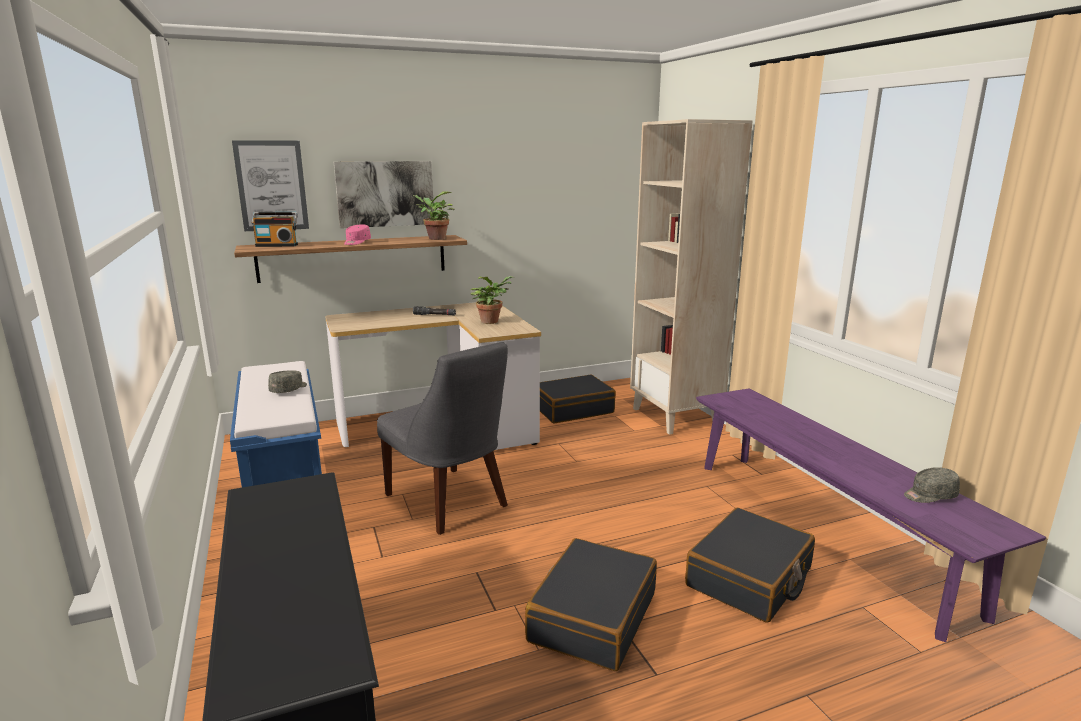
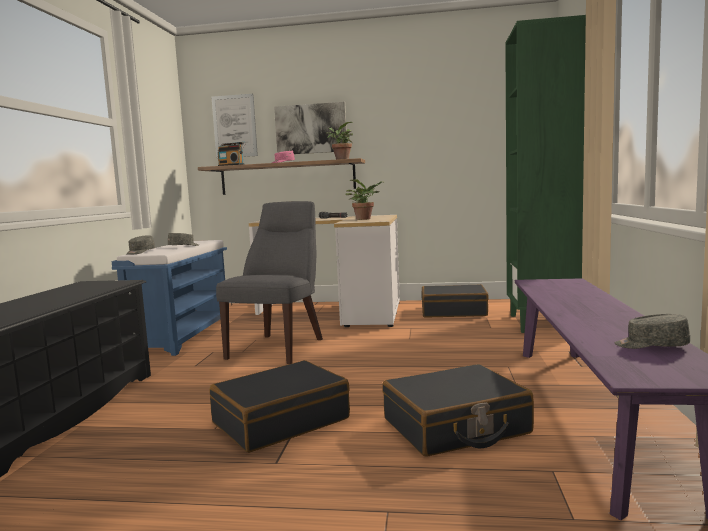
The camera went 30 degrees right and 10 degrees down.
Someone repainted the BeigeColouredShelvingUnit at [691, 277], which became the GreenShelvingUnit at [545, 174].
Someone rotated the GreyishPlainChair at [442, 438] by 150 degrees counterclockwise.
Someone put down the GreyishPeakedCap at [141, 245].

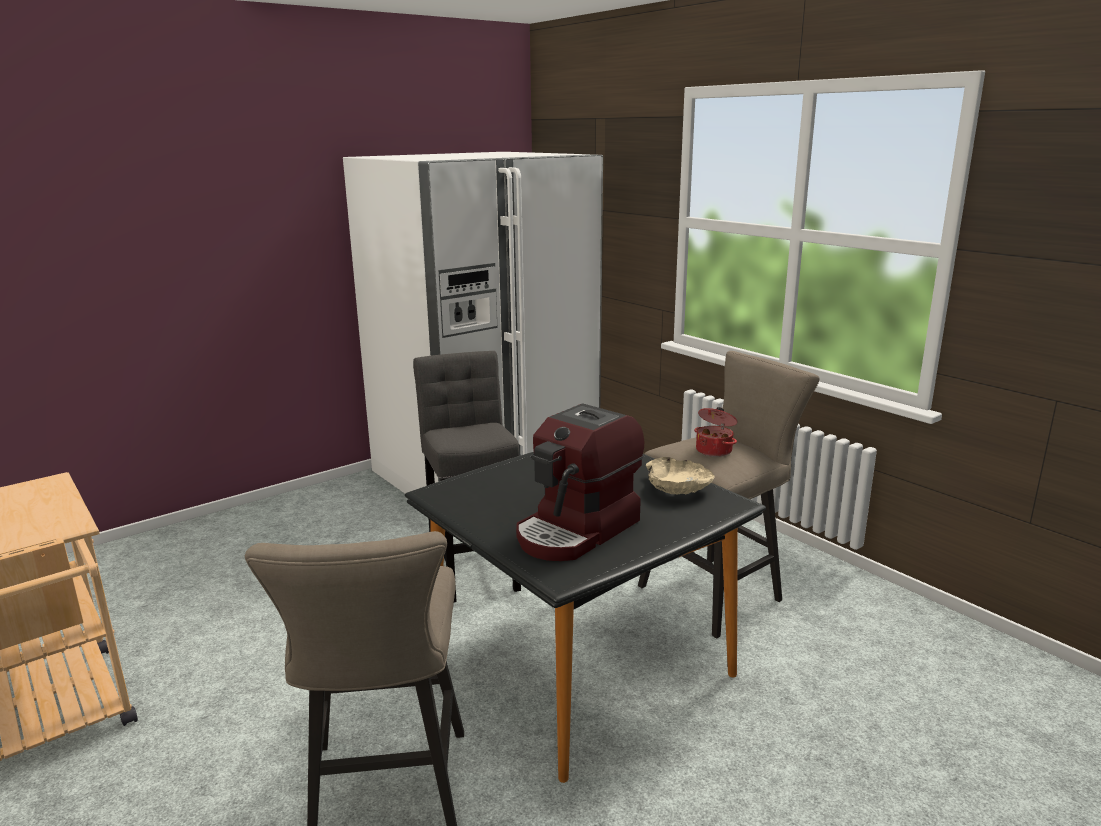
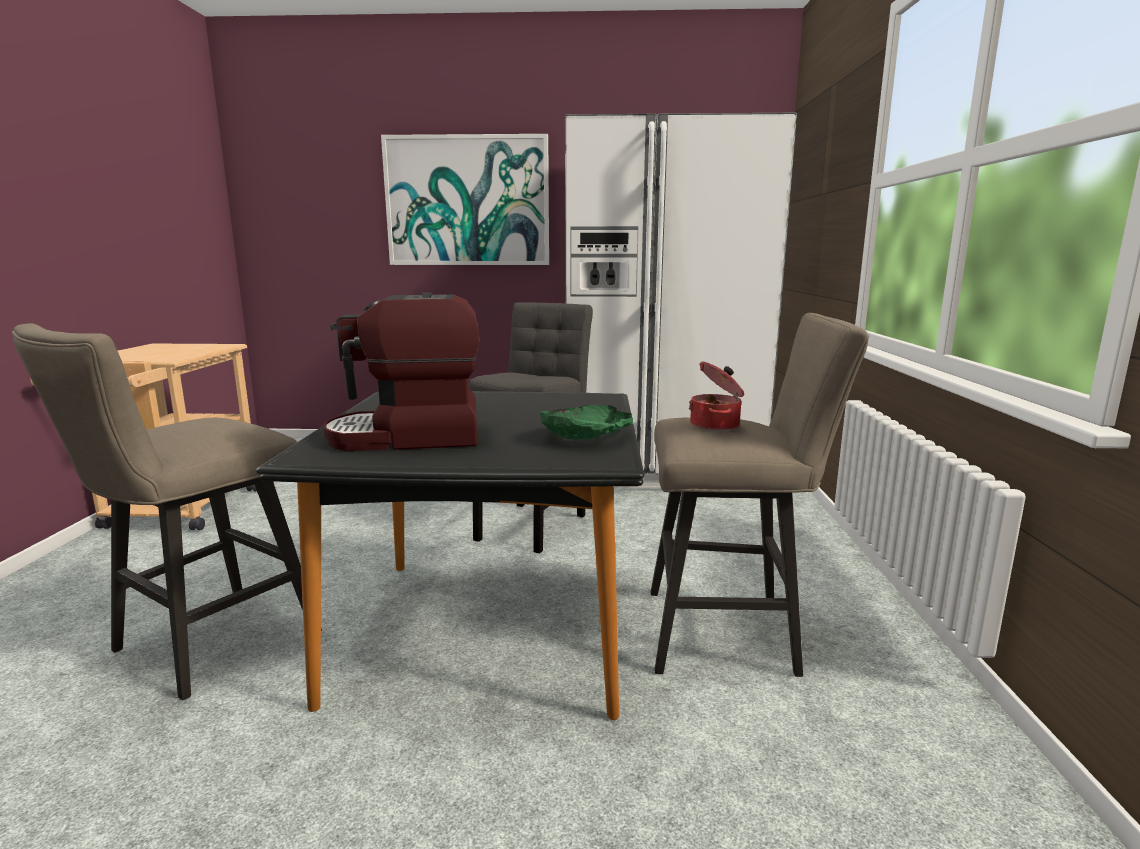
The camera went 40 degrees right and 5 degrees down.
Someone repainted the BeigeColouredServingBowl at [680, 476], which became the GreenServingBowl at [586, 422].
Someone put up the WallPicture at [465, 199].

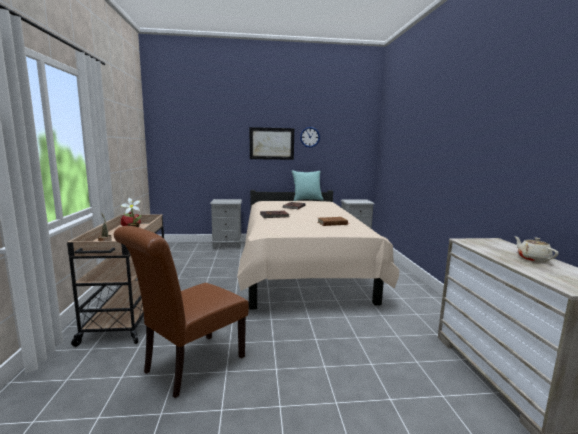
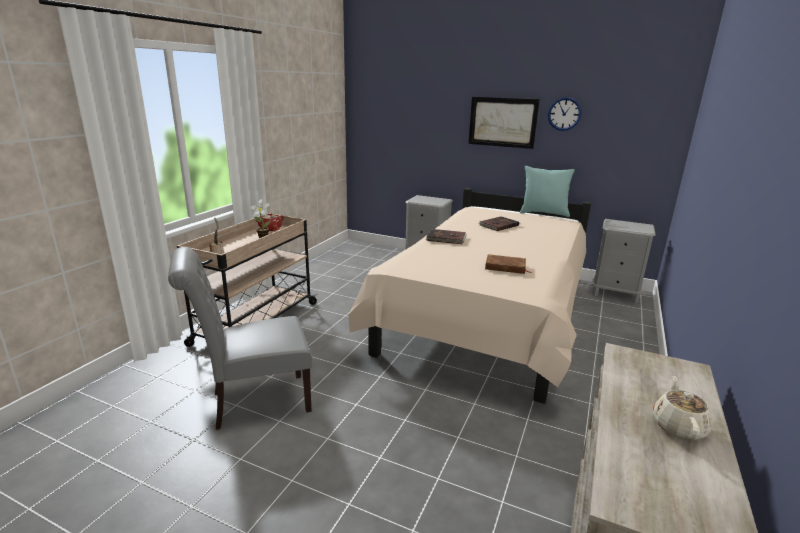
The camera went 30 degrees right and 10 degrees up.
Someone repainted the BrownColouredPlainChair at [181, 312], which became the GreyishPlainChair at [240, 338].

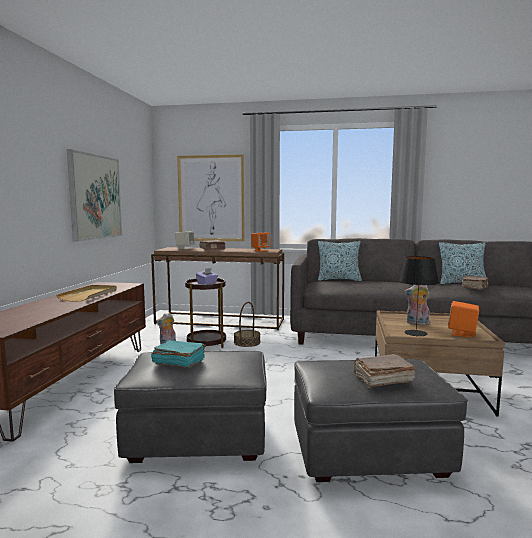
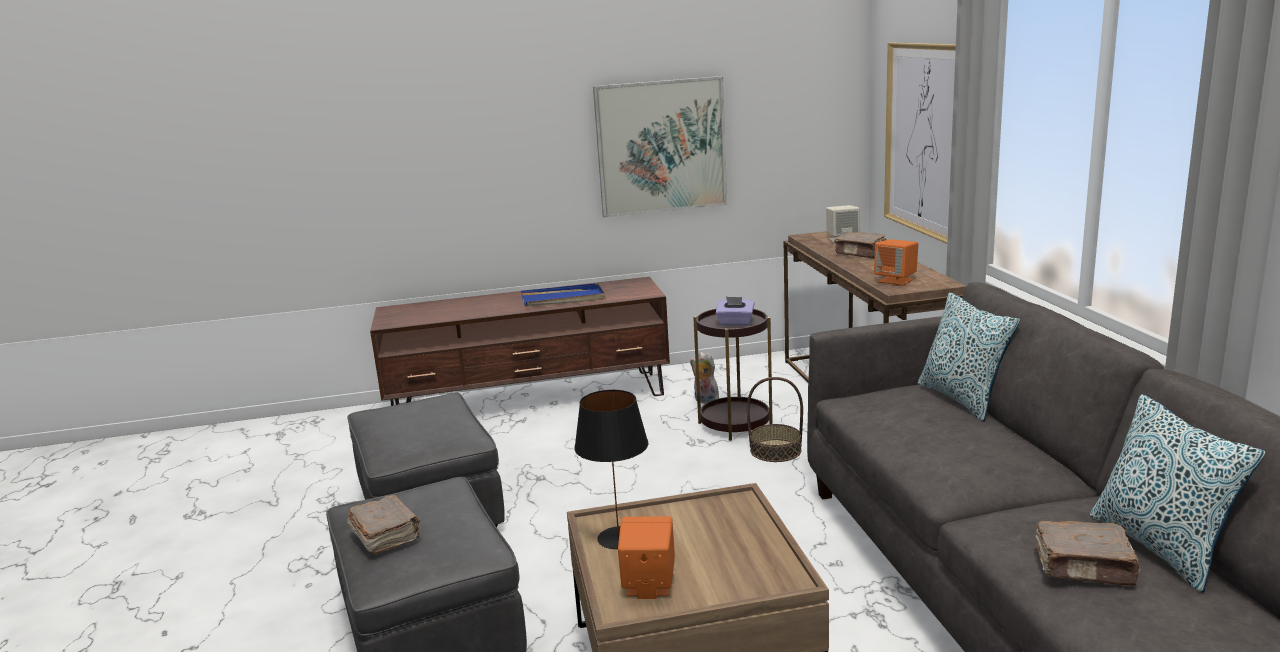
The camera went 70 degrees right and 10 degrees up.
Someone repainted the BeigeColouredServingTray at [86, 293], which became the BlueColouredServingTray at [563, 295].
Someone took away the PlushToy at [416, 305].
Someone took away the TurquoiseColouredVolume at [178, 354].

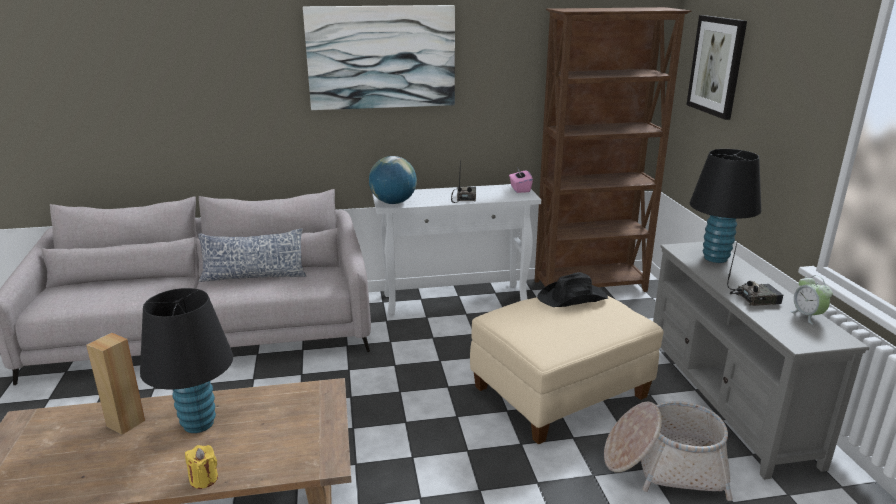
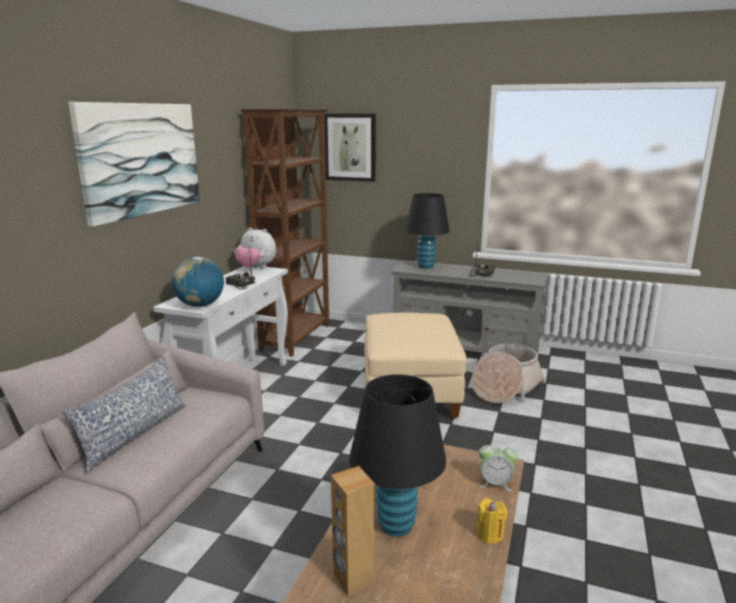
The camera went 60 degrees left and 5 degrees down.
Someone swapped the PinkTissueBox at [521, 180] for the PlushToy at [255, 248].
Someone took away the BlackHat at [572, 289].
Someone carried the TableClock from [811, 300] to [498, 466].

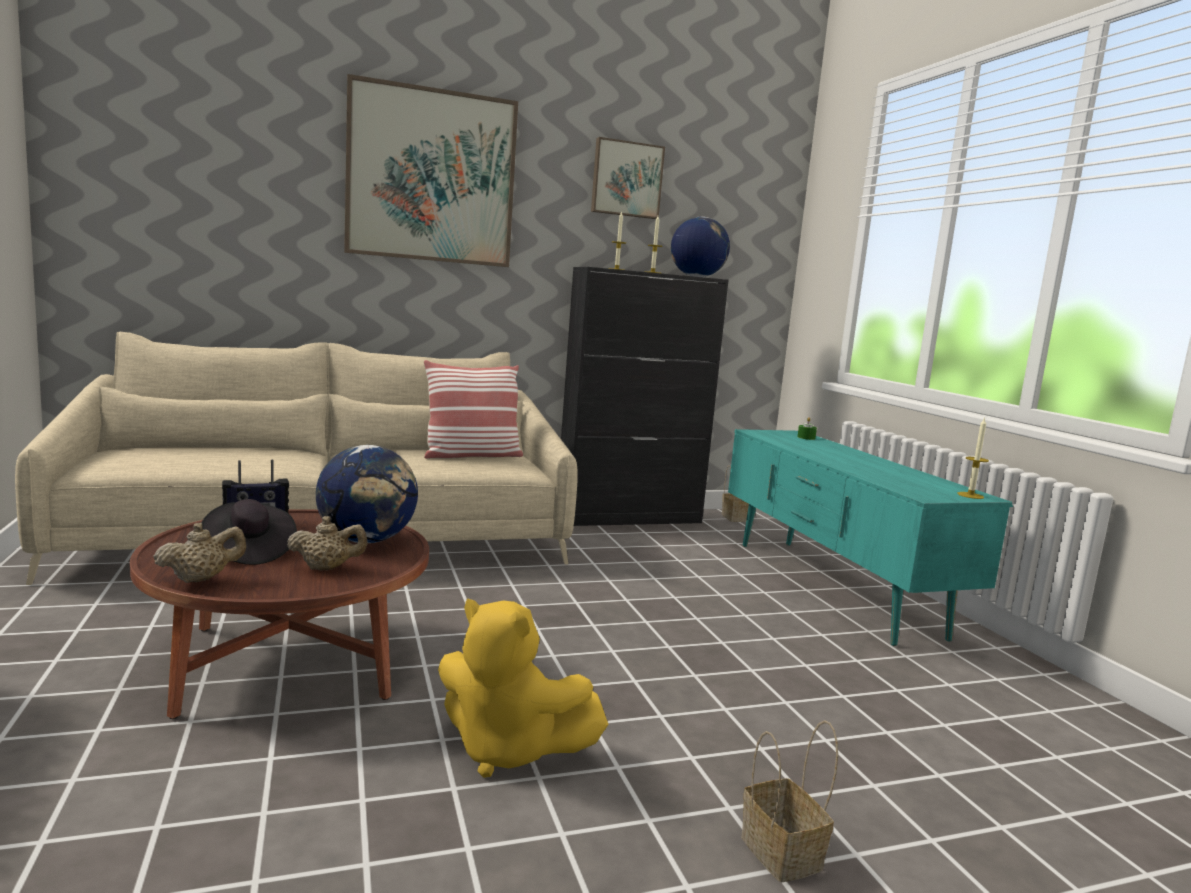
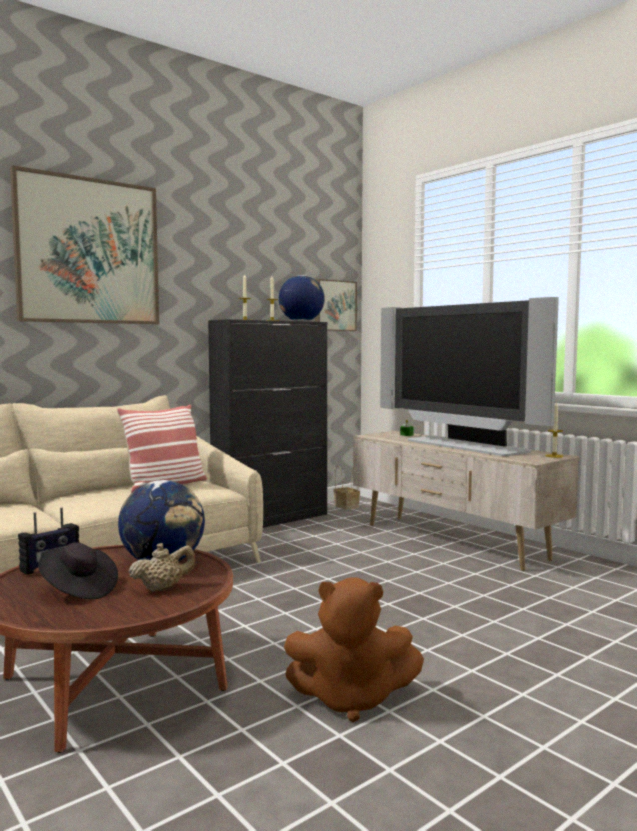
The camera went 20 degrees left and 5 degrees down.
Someone carried the WallPicture from [628, 178] to [336, 305].
Someone repainted the TurquoiseColouredTvUnit at [870, 537], which became the BeigeColouredTvUnit at [466, 501].
Someone took away the BeigeColouredTeaPot at [199, 553].
Someone repainted the YellowishPlushToy at [523, 688], which became the BrownColouredPlushToy at [354, 649].
Someone took away the Basket at [789, 801].
Someone put down the Tv at [469, 376].

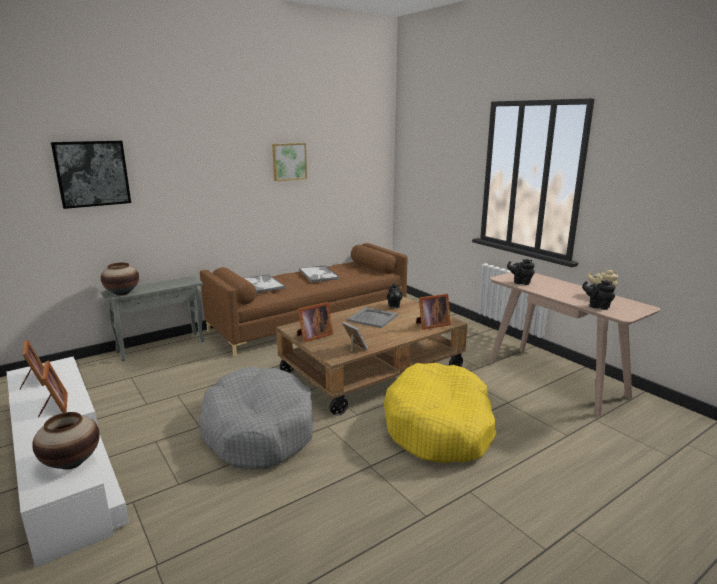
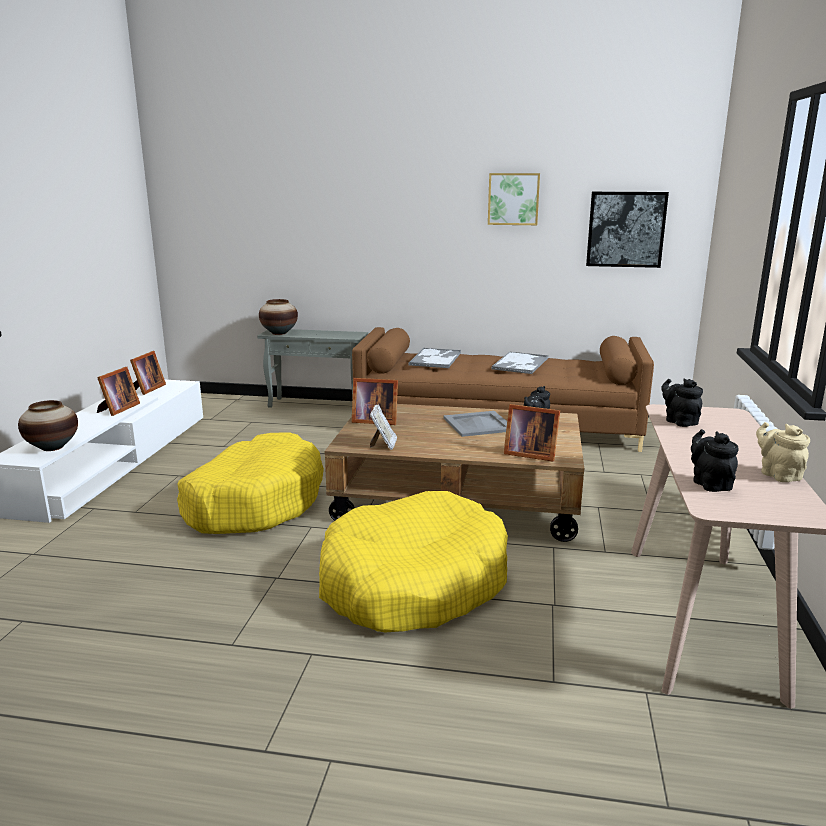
The camera went 45 degrees right and 0 degrees up.
Someone carried the WallPicture from [91, 175] to [627, 230].
Someone repainted the GreyishDogBed at [256, 418], which became the YellowishDogBed at [250, 483].

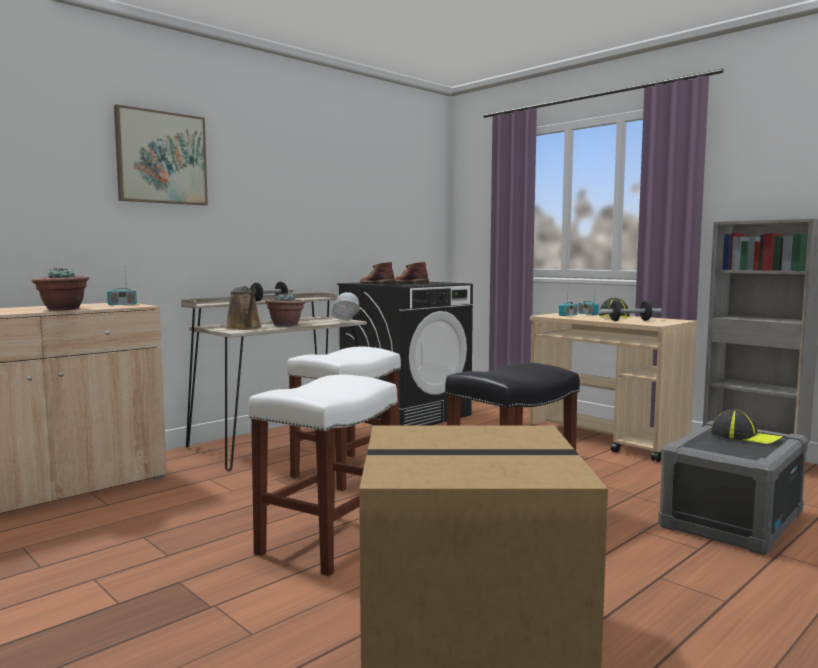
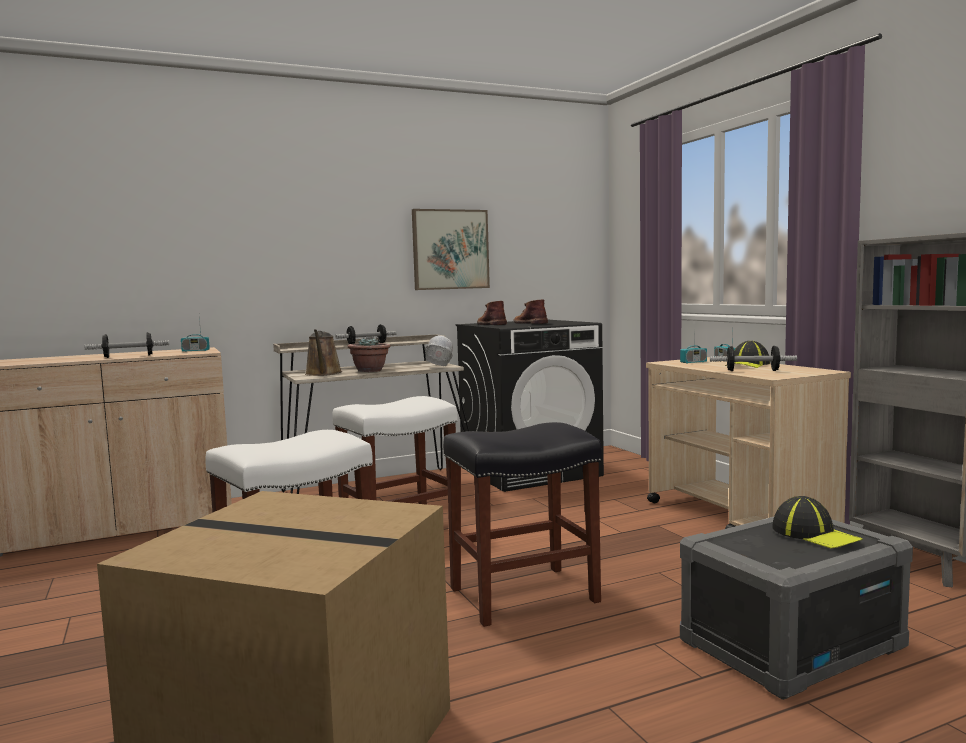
The camera went 20 degrees right and 0 degrees up.
Someone carried the WallPicture from [161, 154] to [451, 249].
Someone swapped the Houseplant at [61, 289] for the FreeWeight at [126, 345].

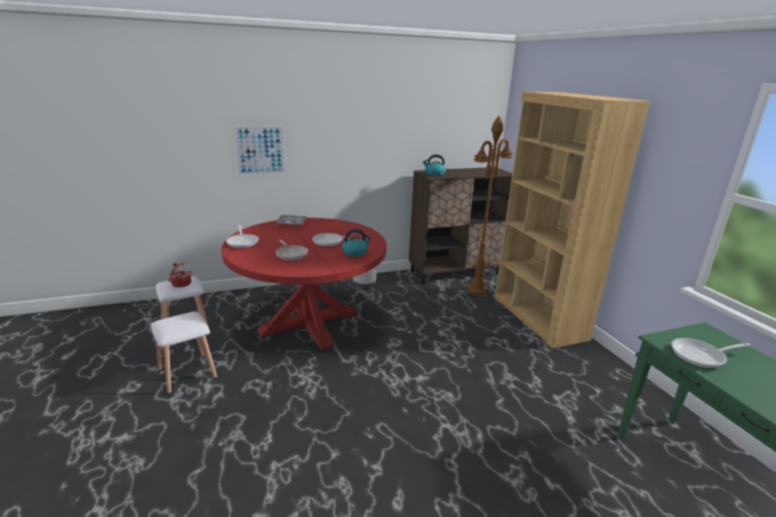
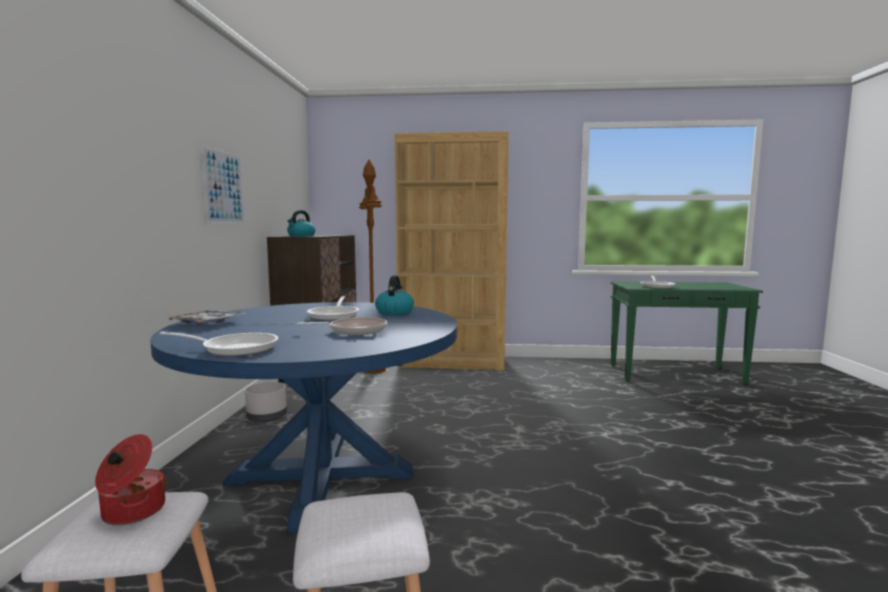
The camera went 65 degrees left and 15 degrees down.
Someone carried the WallPicture from [260, 150] to [223, 184].
Someone repainted the RedKitchenTable at [304, 284], which became the BlueColouredKitchenTable at [303, 418].

